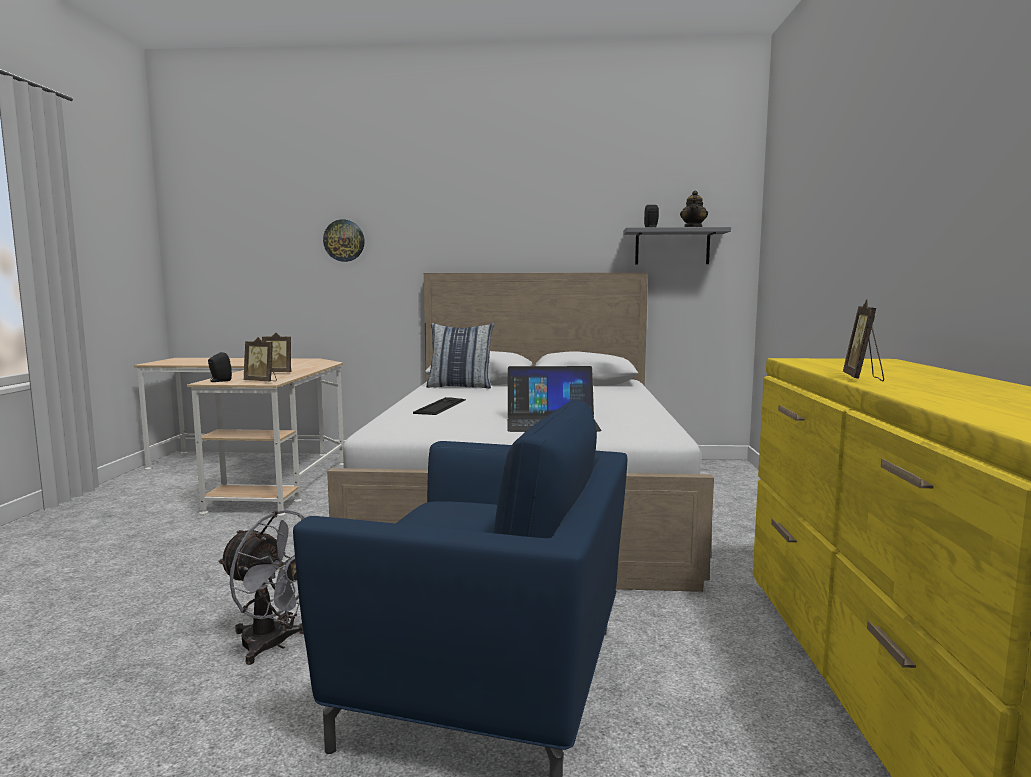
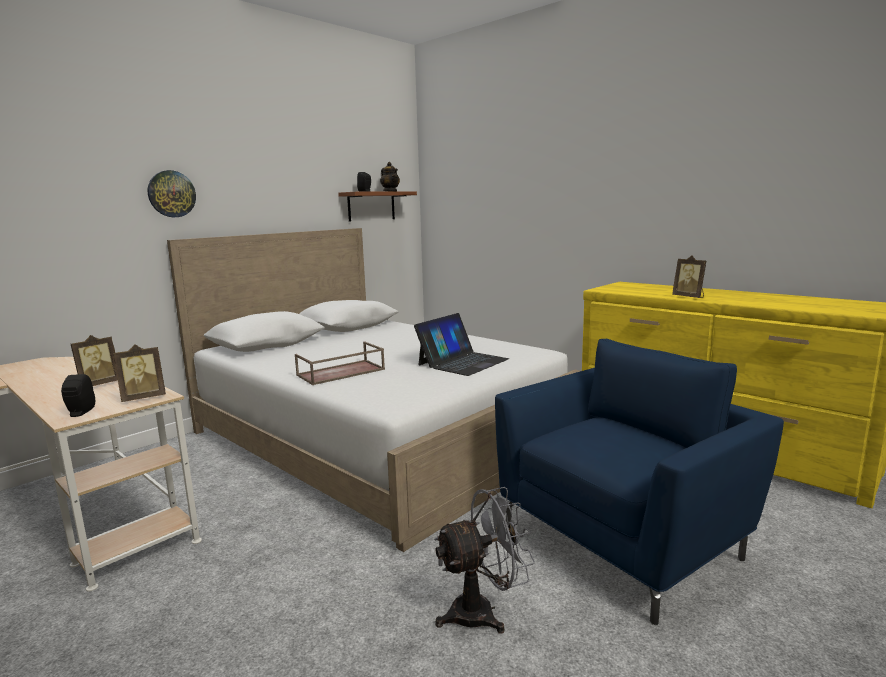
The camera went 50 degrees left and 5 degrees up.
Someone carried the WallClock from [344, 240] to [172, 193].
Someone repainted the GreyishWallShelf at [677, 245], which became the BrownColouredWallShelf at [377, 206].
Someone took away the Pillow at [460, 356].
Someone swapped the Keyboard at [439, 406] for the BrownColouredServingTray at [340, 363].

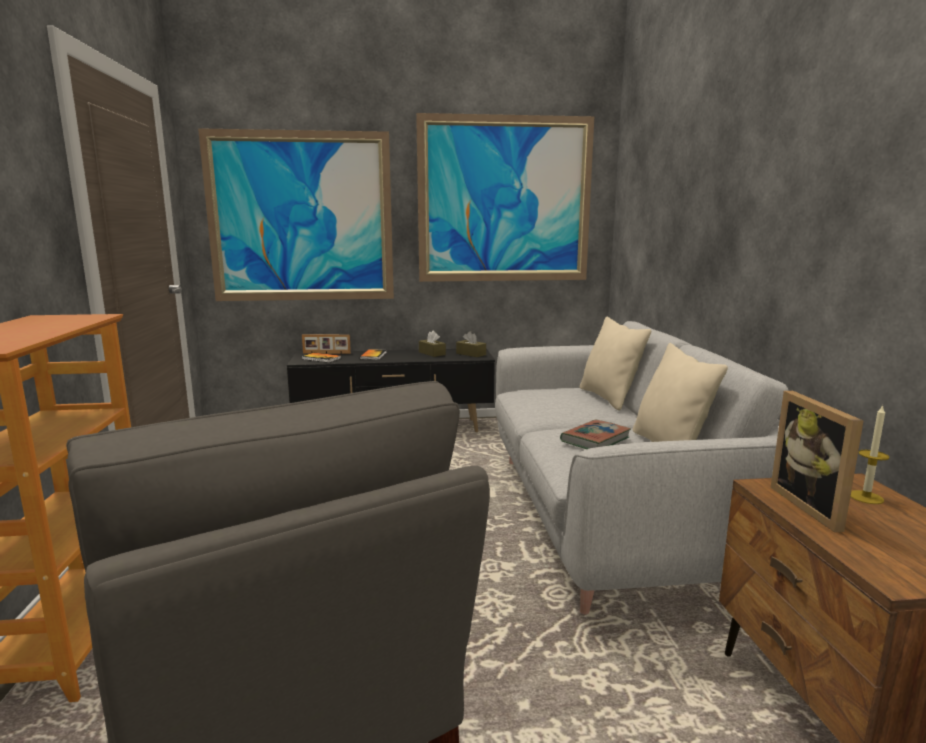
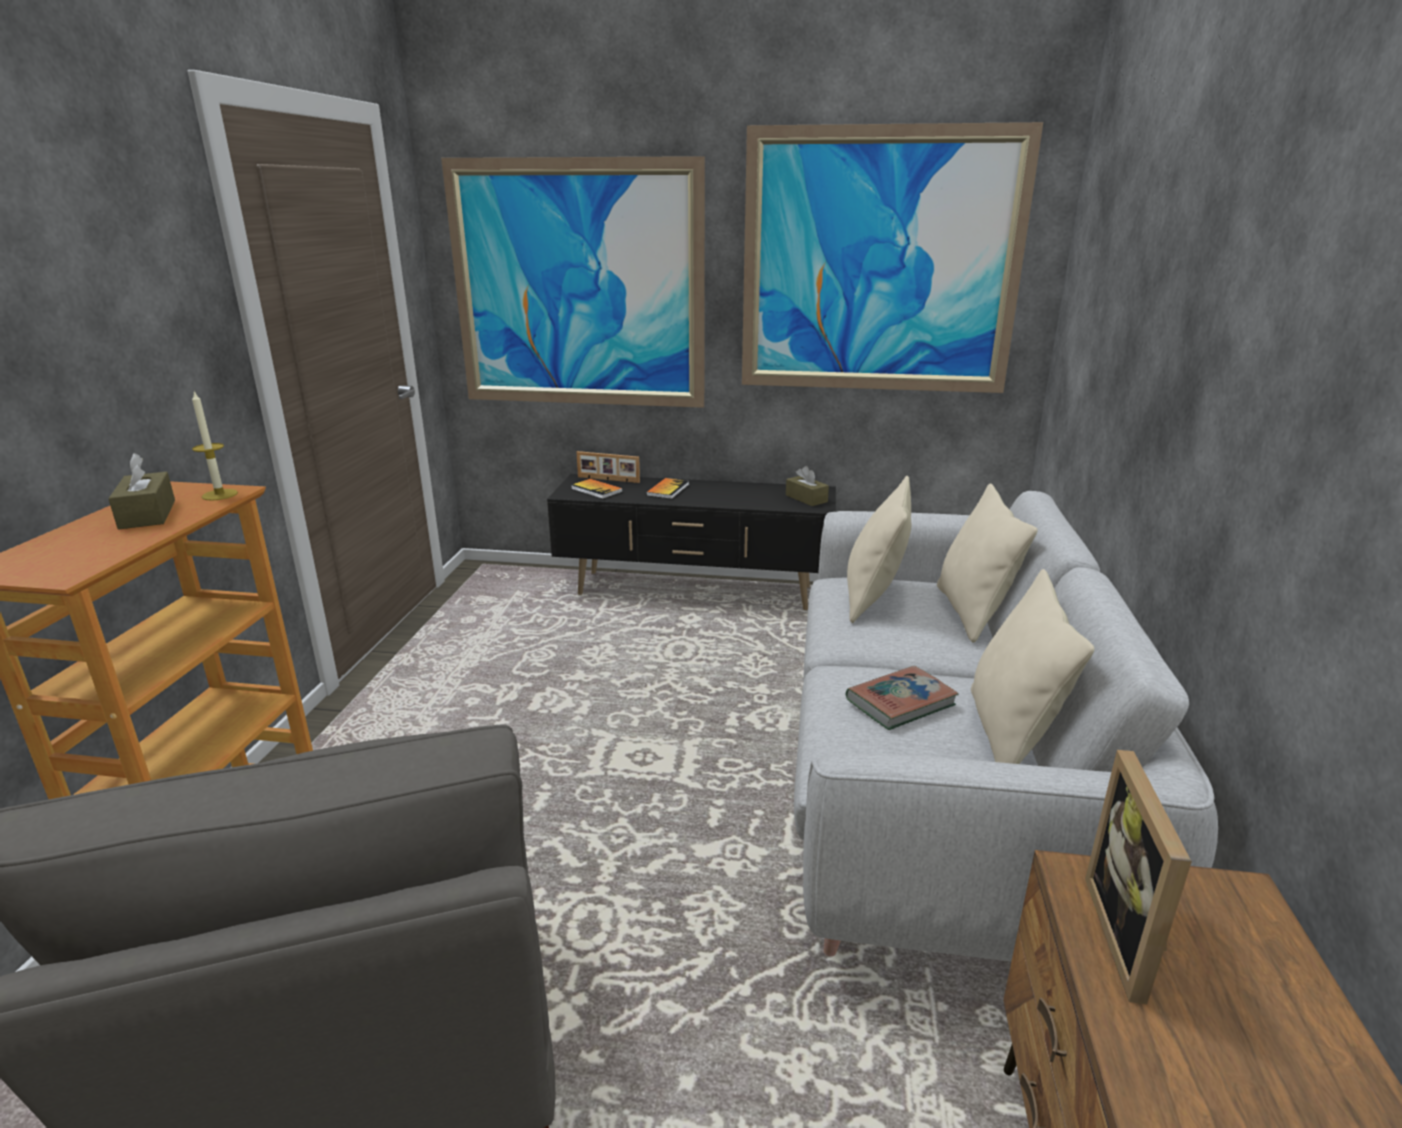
The camera went 15 degrees right and 10 degrees up.
Someone carried the BrownColouredTissueBox from [432, 343] to [141, 491].
Someone carried the WaxCandle from [870, 454] to [215, 445].
Someone put down the BeigeColouredPillow at [879, 549].

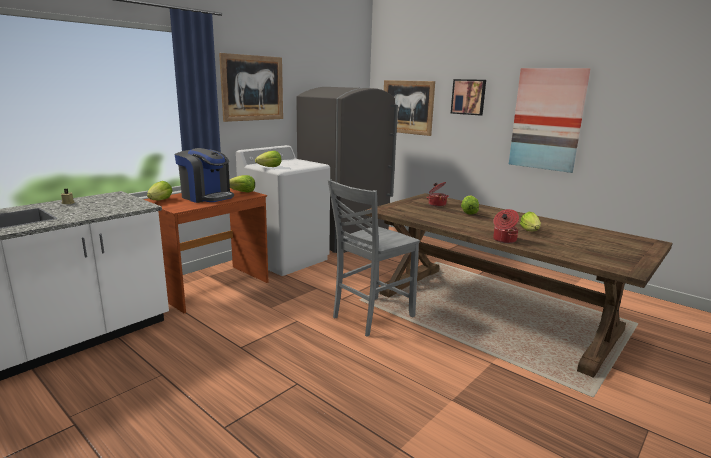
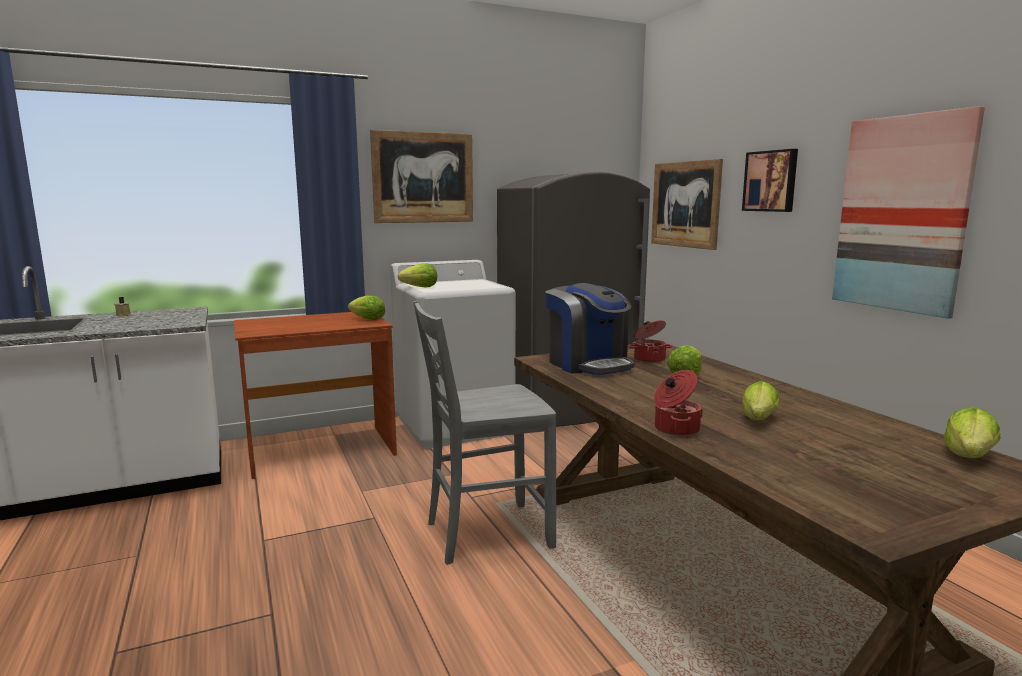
The camera went 25 degrees right and 5 degrees down.
Someone carried the CoffeeBrewer from [204, 175] to [589, 329].
Someone carried the Lettuce from [159, 190] to [972, 432].

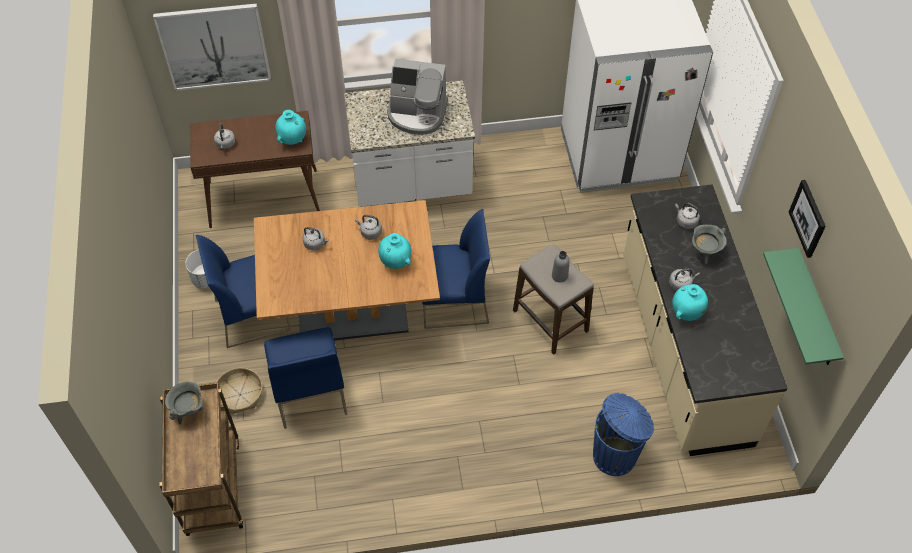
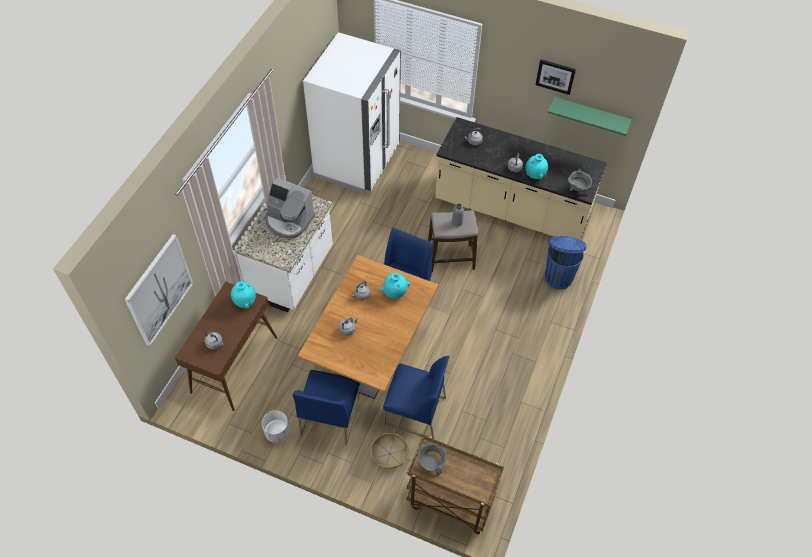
The camera went 60 degrees left and 0 degrees up.
Someone rotated the CoffeeBrewer at [417, 97] by 75 degrees clockwise.
Someone carried the GreyishCookingPot from [709, 244] to [580, 182].

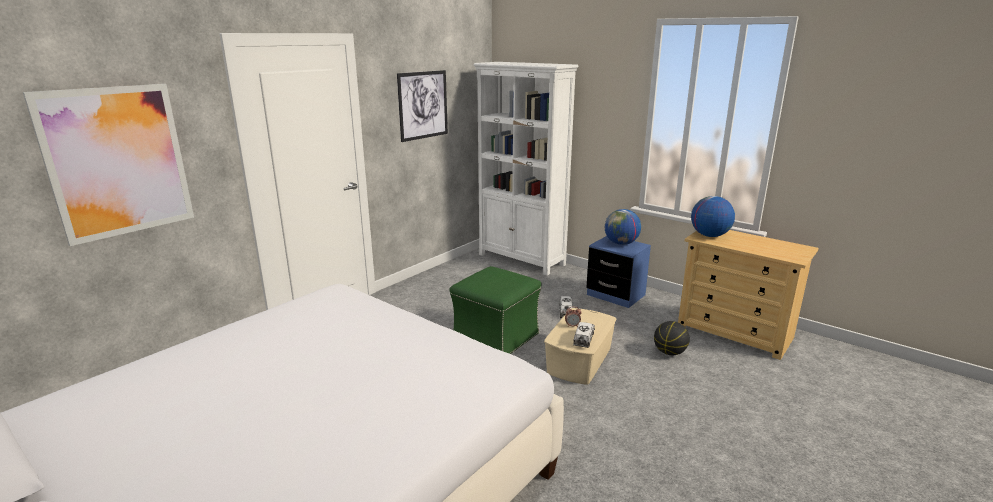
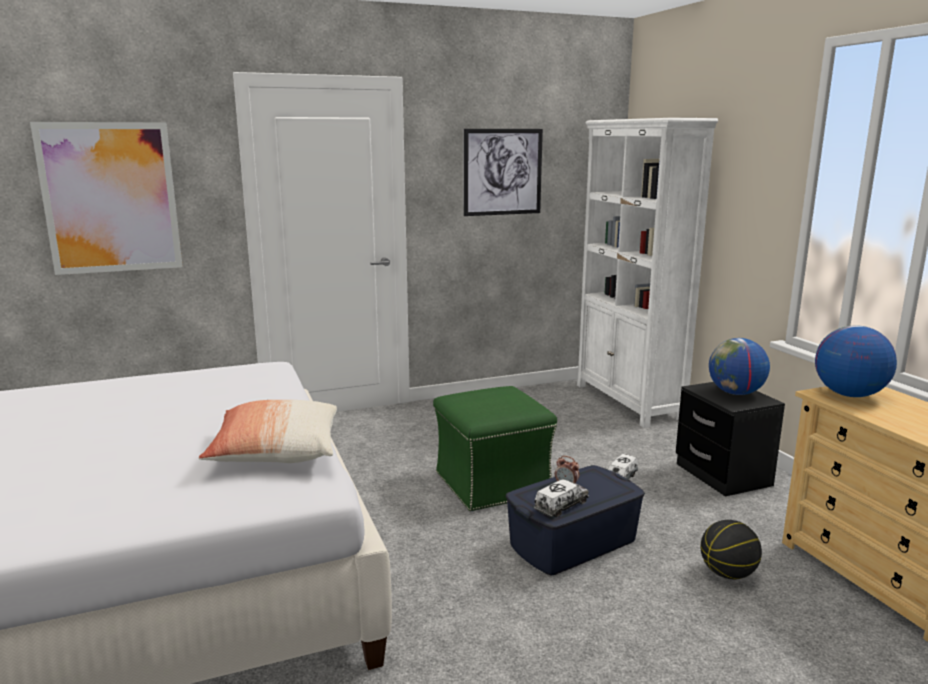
The camera went 30 degrees right and 5 degrees down.
Someone repainted the BlueColouredNightstand at [618, 272], which became the BlackNightstand at [730, 439].
Someone repainted the BeigeColouredStorageBox at [580, 346], which became the BlueColouredStorageBox at [575, 520].
Someone put down the Pillow at [268, 431].

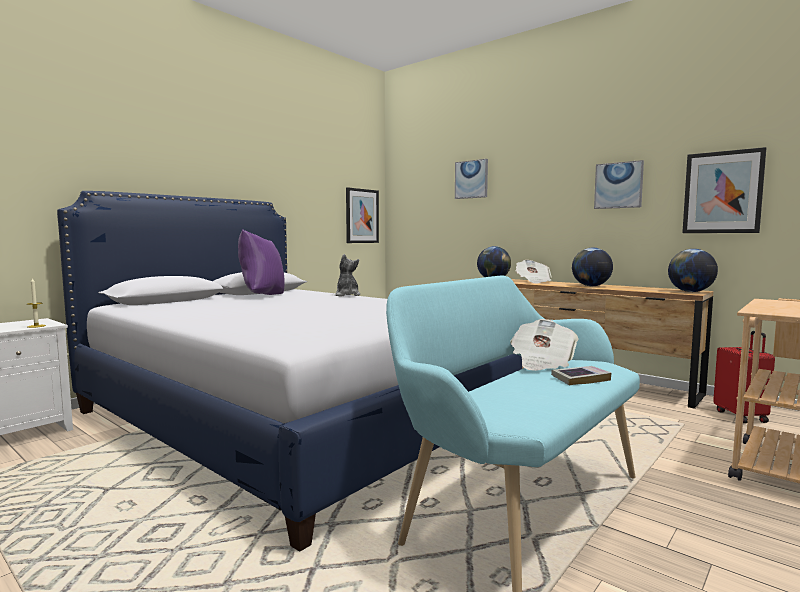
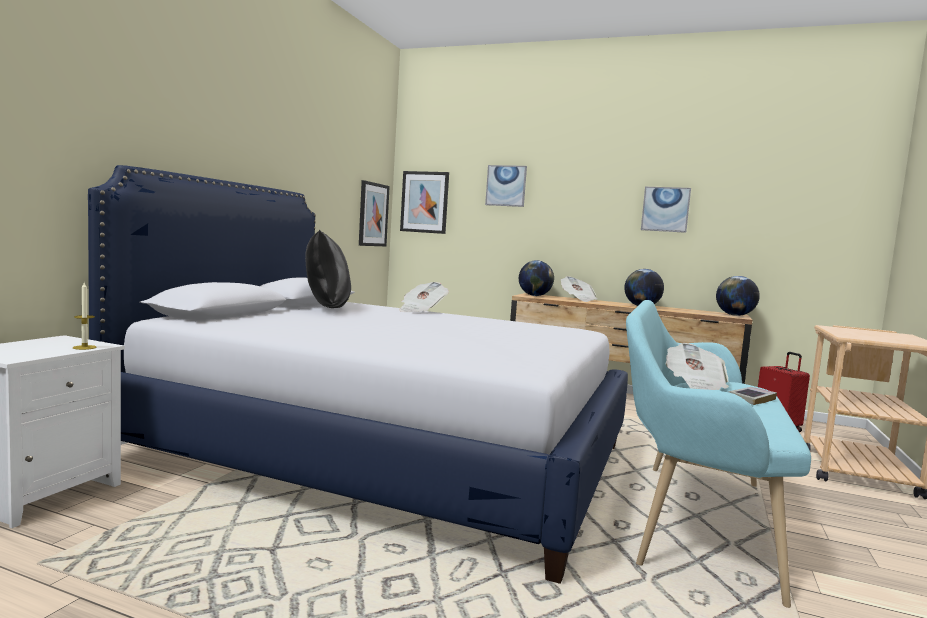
The camera went 20 degrees left and 0 degrees up.
Someone carried the WallPicture from [724, 190] to [424, 202].
Someone repainted the PurplishPillow at [261, 262], which became the BlackPillow at [328, 269].
Someone swapped the PlushToy at [347, 275] for the PrintedPaper at [424, 297].

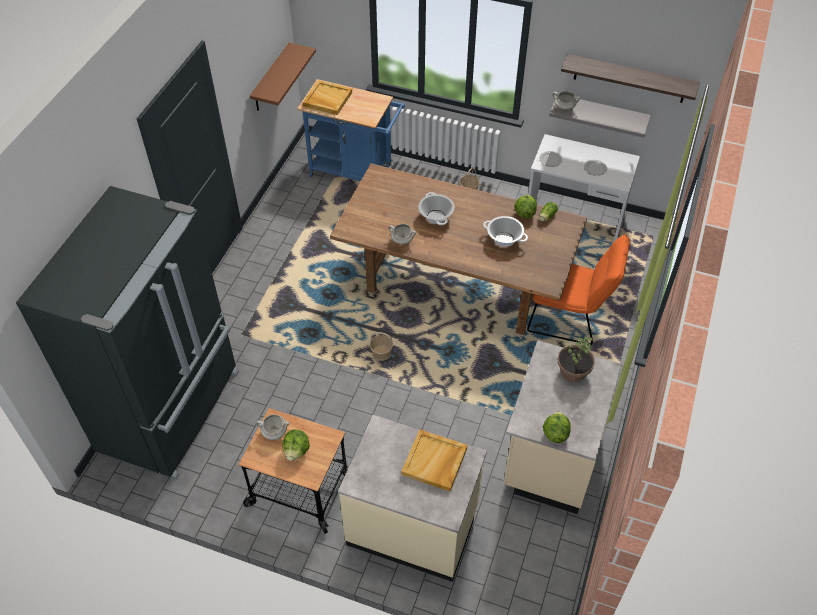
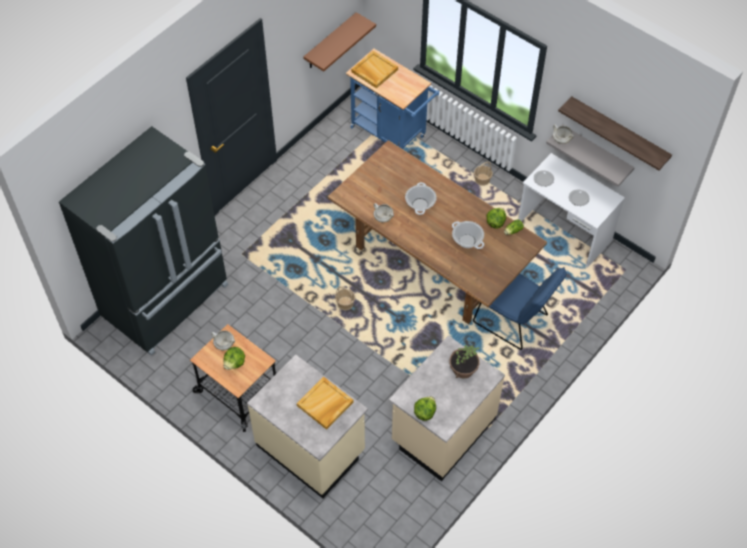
The camera went 20 degrees right and 5 degrees up.
Someone repainted the OrangeyPlainChair at [578, 289], which became the BlueColouredPlainChair at [520, 308].

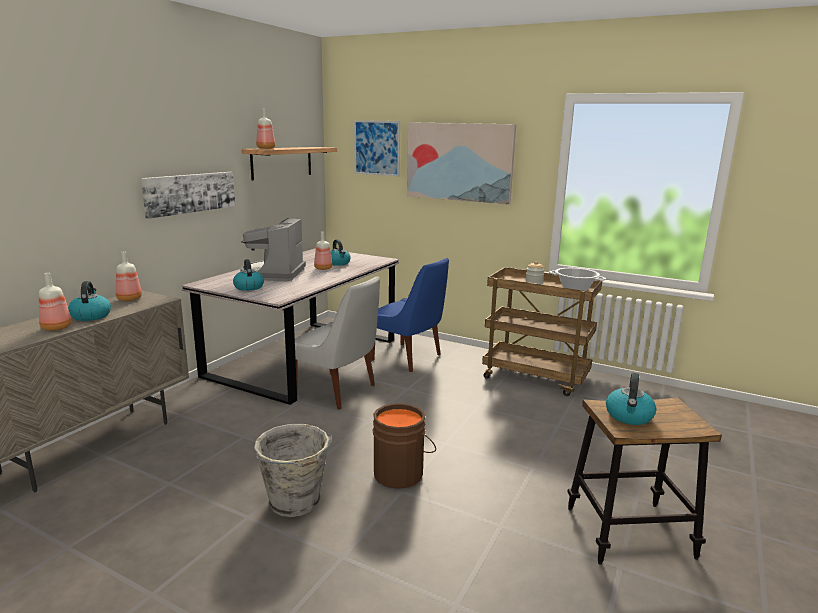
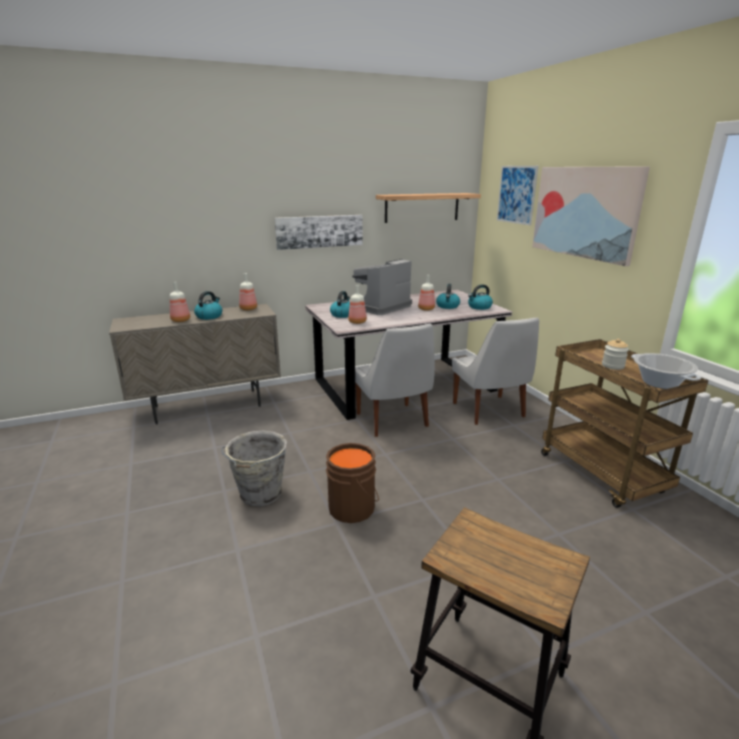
The camera went 40 degrees right and 5 degrees up.
Someone carried the Bottle from [265, 128] to [357, 304].
Someone repainted the BlueColouredPlainChair at [409, 315], which became the WhitePlainChair at [495, 371].
Someone carried the Kettle from [631, 399] to [480, 297].

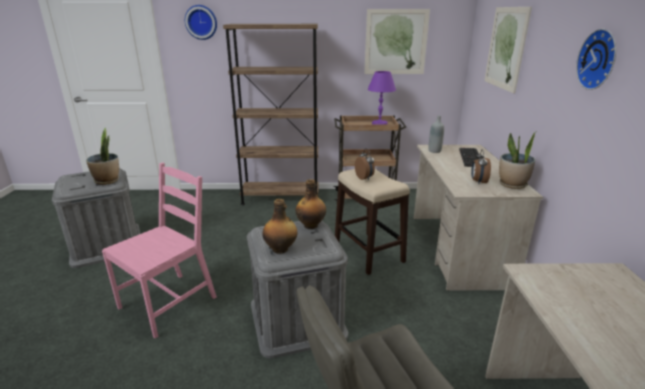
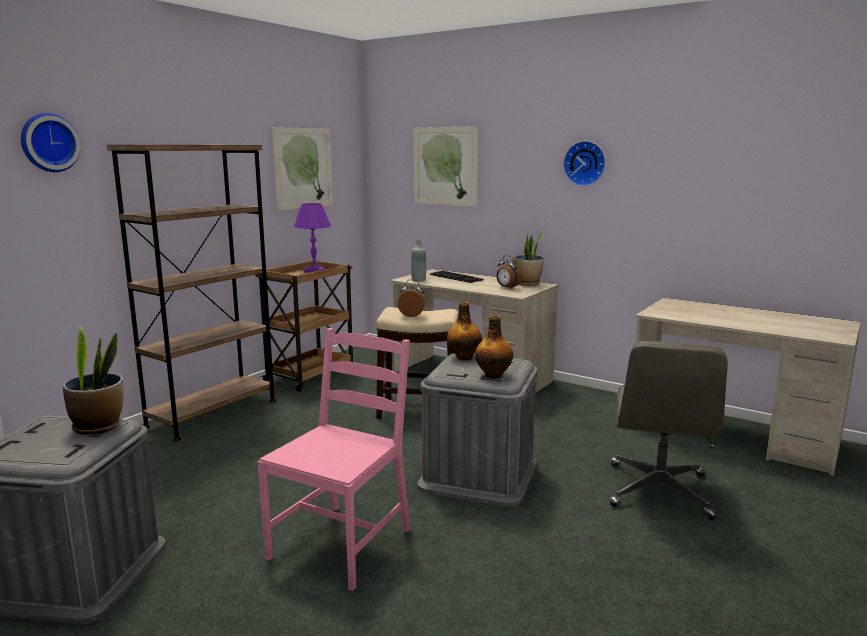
The camera went 55 degrees left and 10 degrees down.
Someone rotated the PinkPlainChair at [159, 250] by 45 degrees clockwise.

